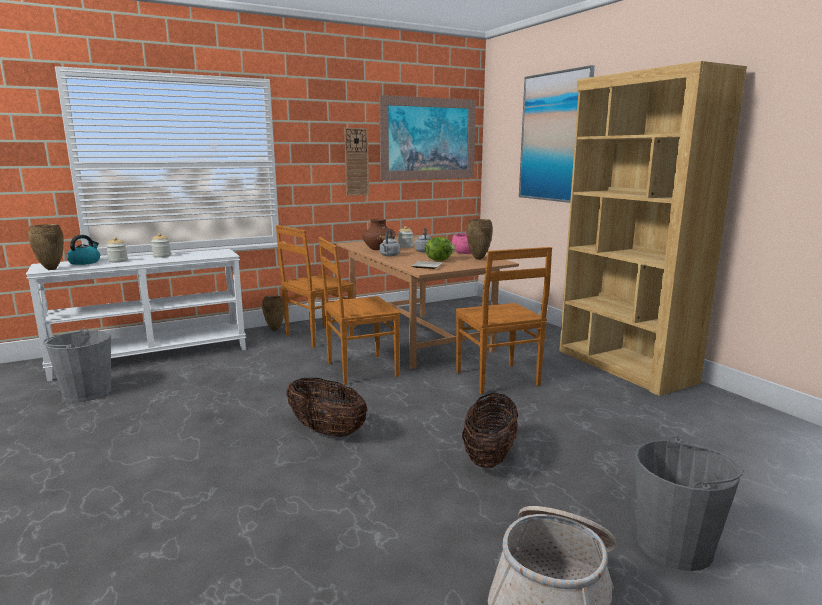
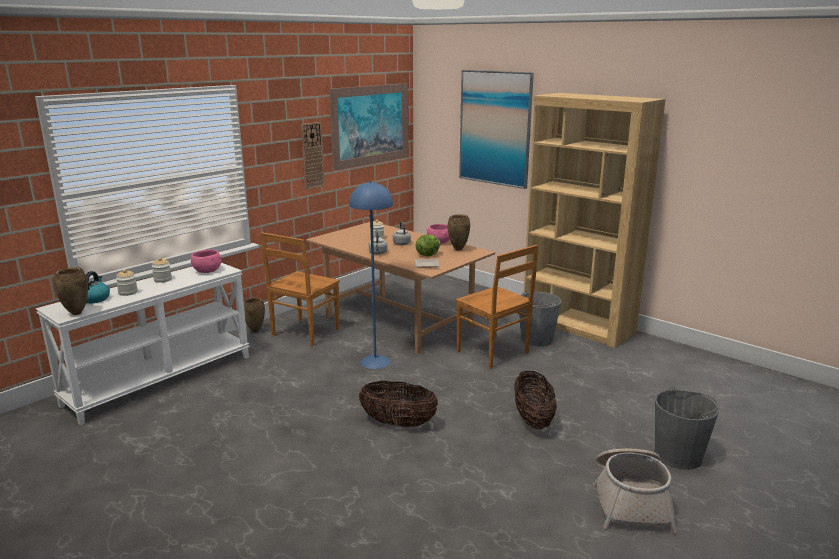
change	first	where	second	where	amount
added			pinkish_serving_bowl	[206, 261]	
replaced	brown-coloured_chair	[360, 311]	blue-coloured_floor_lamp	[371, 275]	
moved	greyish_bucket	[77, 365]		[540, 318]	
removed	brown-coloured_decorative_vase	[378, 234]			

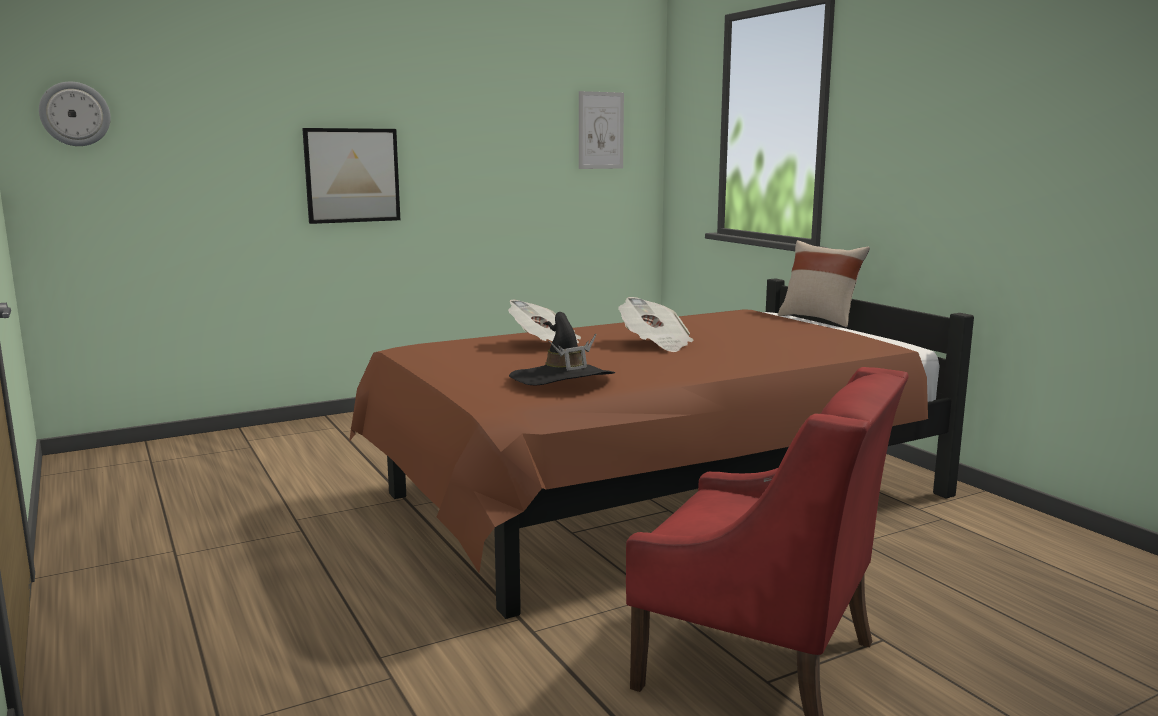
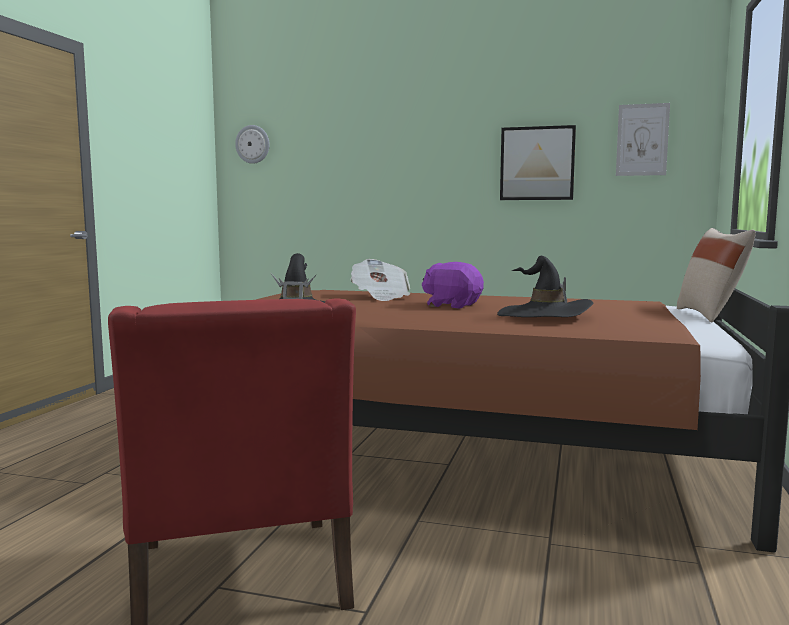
change	first	where	second	where	amount
replaced	daily_paper	[655, 324]	purplish_plush_toy	[453, 285]	
added			black-coloured_clothing_hat	[545, 286]	
moved	wall_art	[351, 176]		[538, 162]	

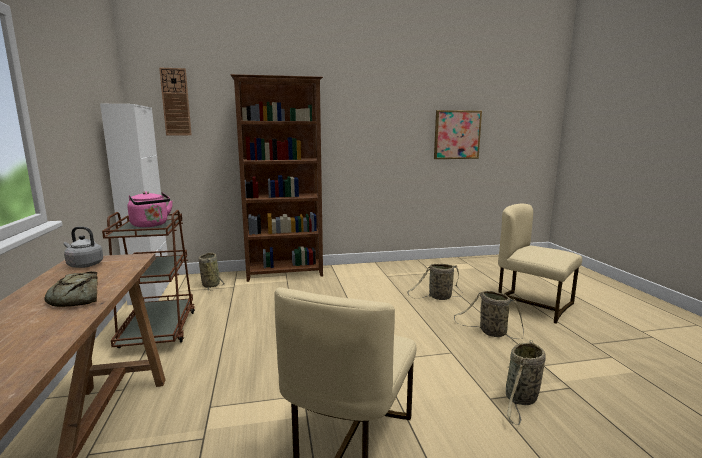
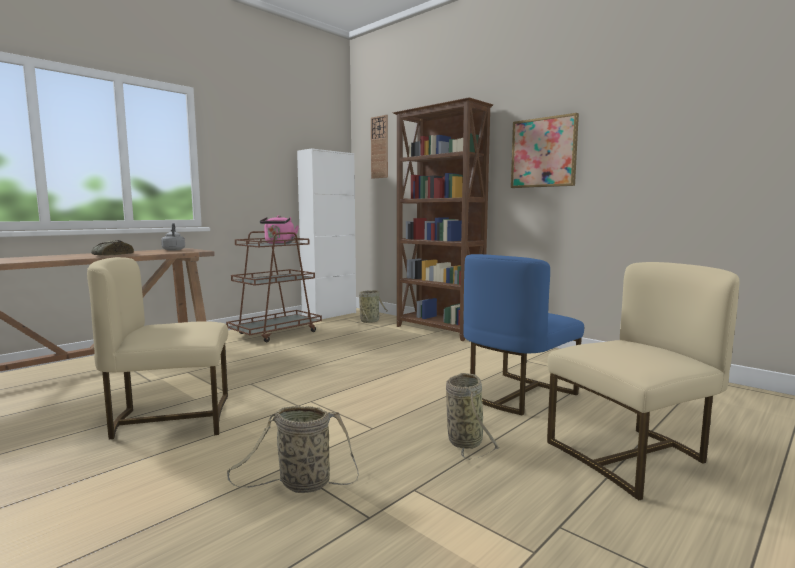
change	first	where	second	where	amount
replaced	basket	[435, 282]	blue-coloured_chair	[523, 335]	
moved	wall_art	[458, 134]		[545, 150]	
turned	beige_chair	[540, 264]		[643, 381]	60 degrees clockwise

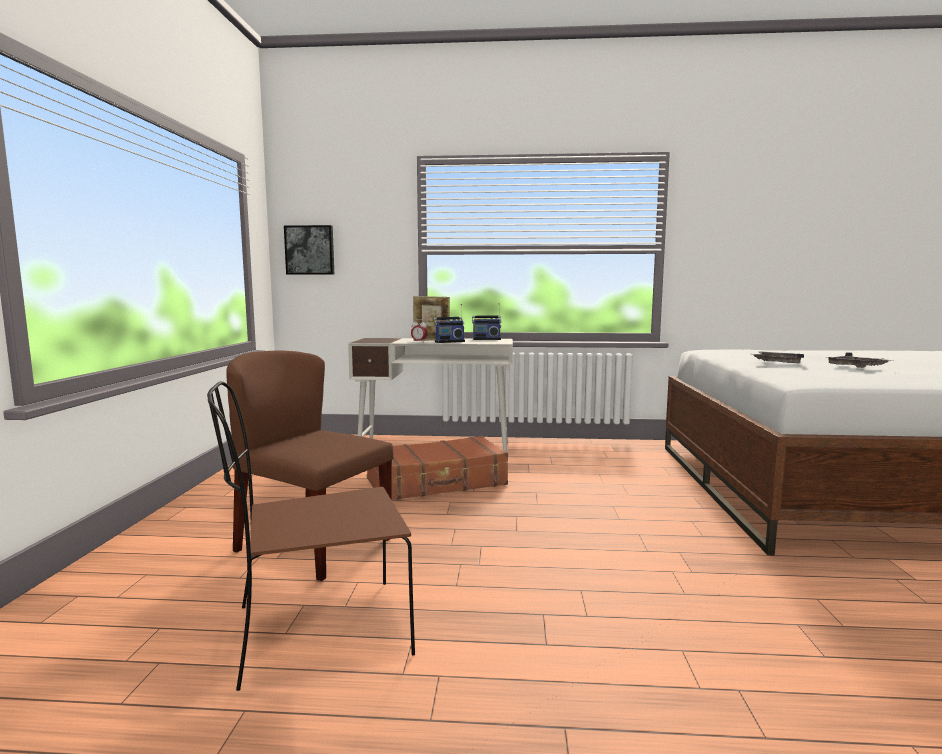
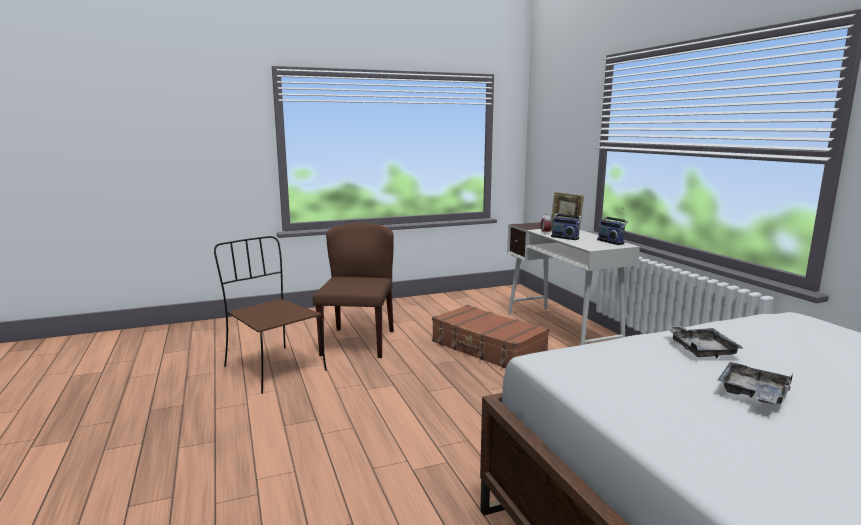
change	first	where	second	where	amount
removed	wall_art	[309, 250]			

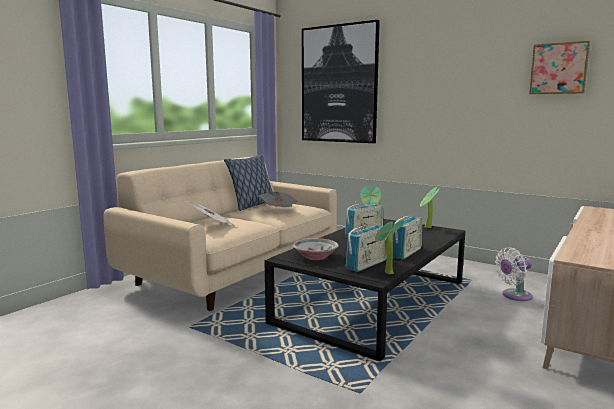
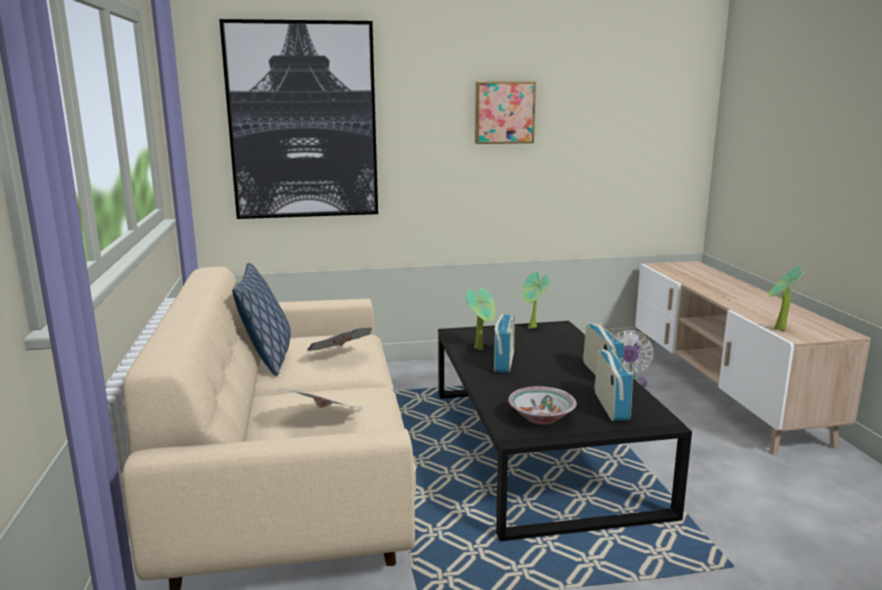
change	first	where	second	where	amount
moved	wall_art	[559, 67]		[505, 112]	
moved	plant_in_a_pot	[389, 247]		[786, 299]	

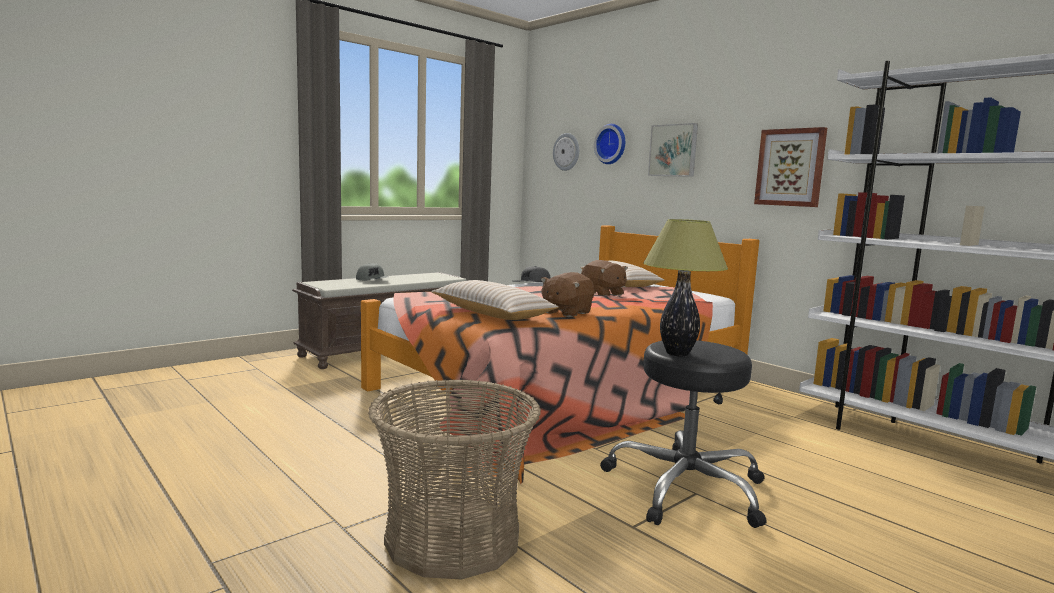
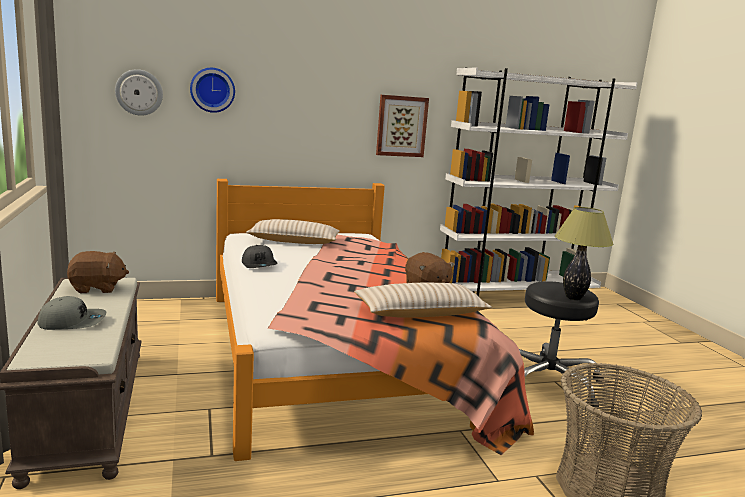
change	first	where	second	where	amount
moved	brown-coloured_plush_toy	[604, 278]		[98, 272]	
removed	wall_art	[673, 150]			

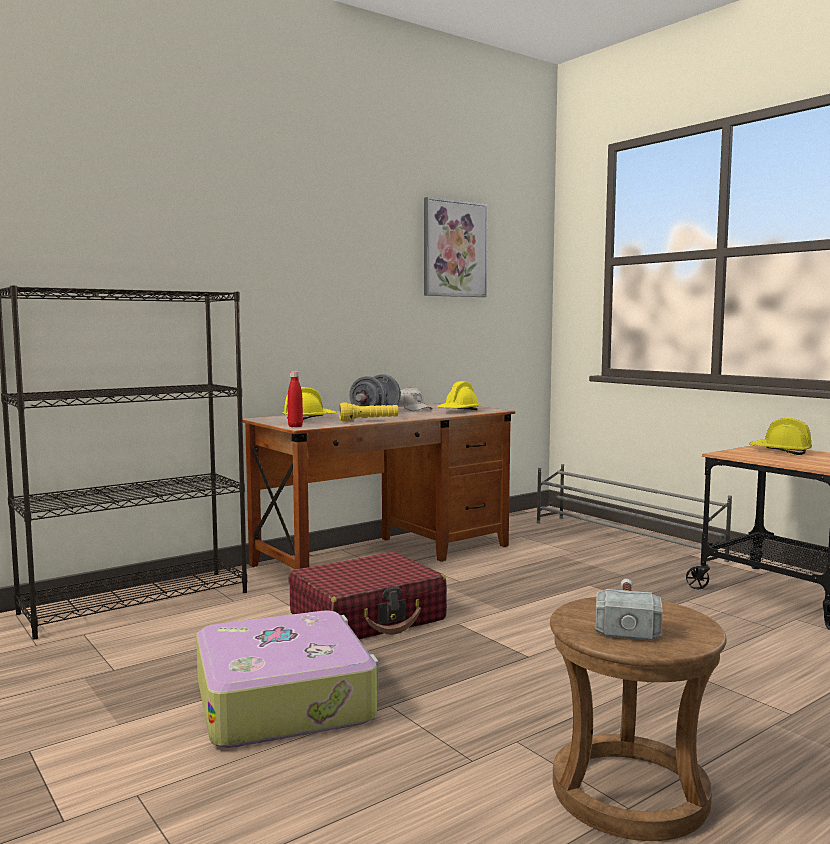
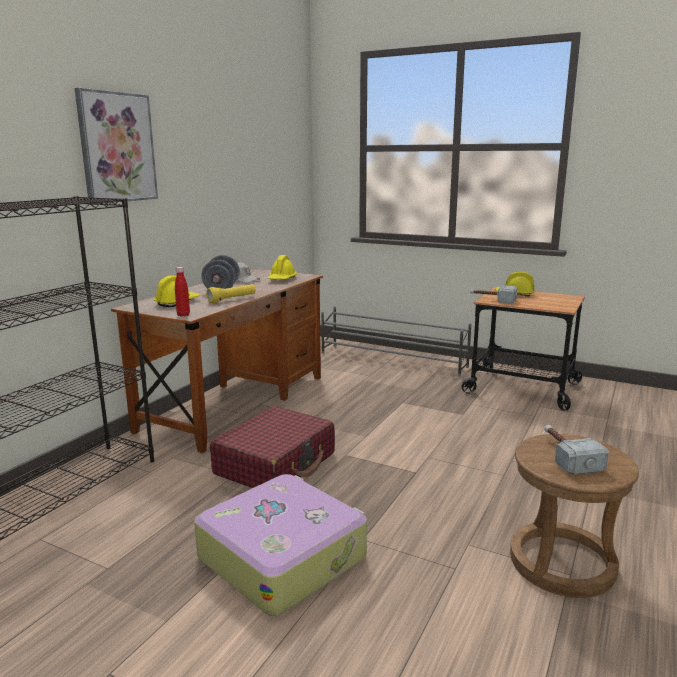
change	first	where	second	where	amount
moved	wall_art	[456, 247]		[116, 146]	
added			tool_hammer	[493, 294]	

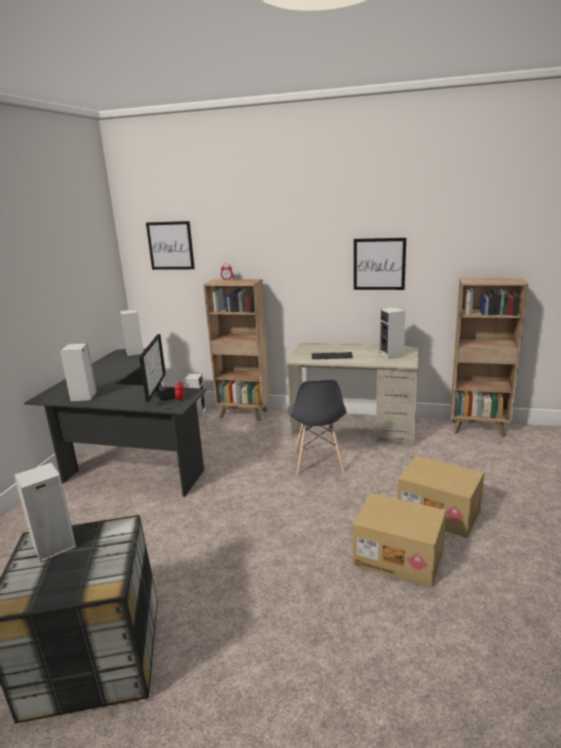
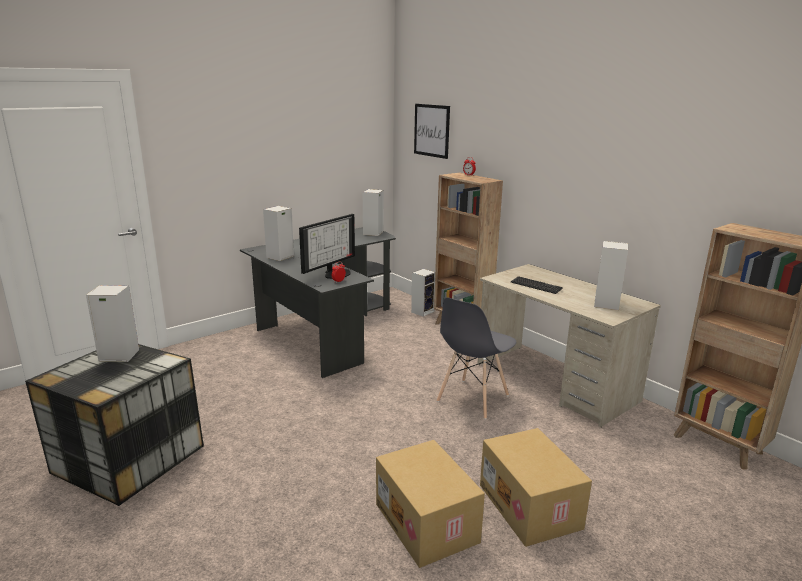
change	first	where	second	where	amount
removed	wall_art	[380, 264]			

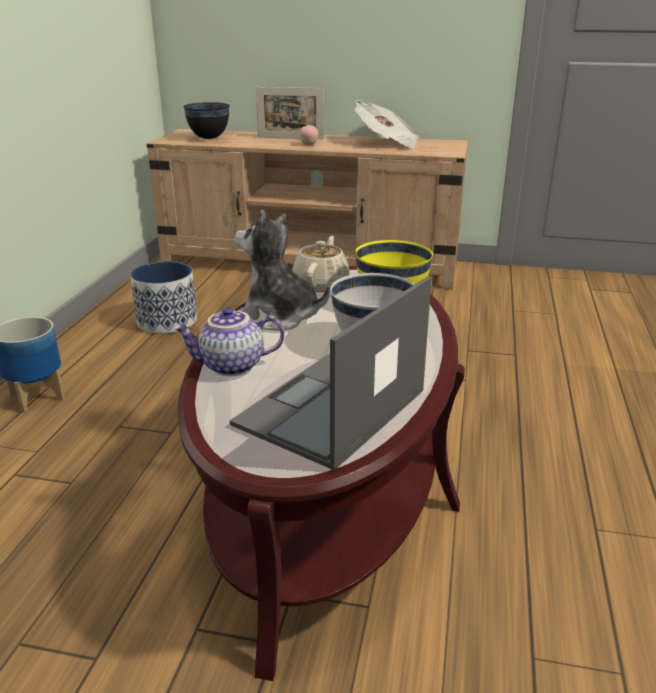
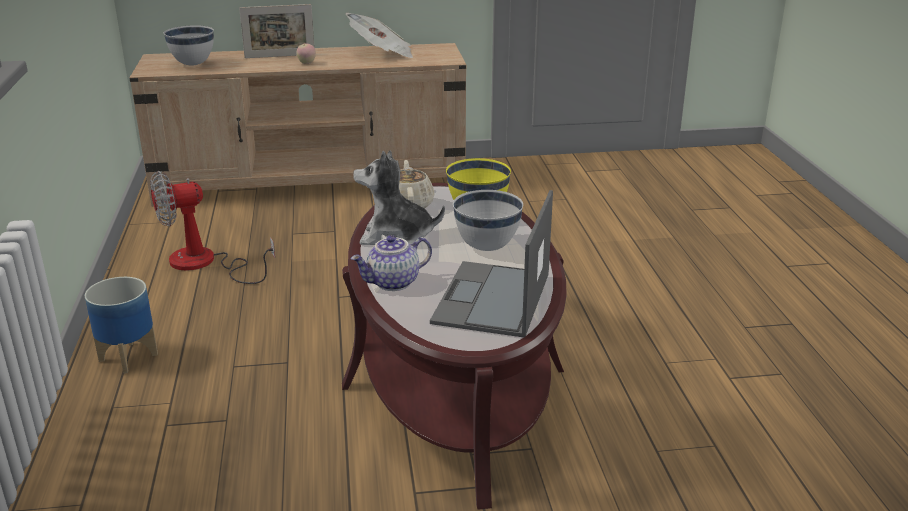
change	first	where	second	where	amount
replaced	flower_pot	[163, 297]	fan	[212, 227]	
recoloured	black-coloured_serving_bowl	[206, 120]	white_serving_bowl	[189, 45]	

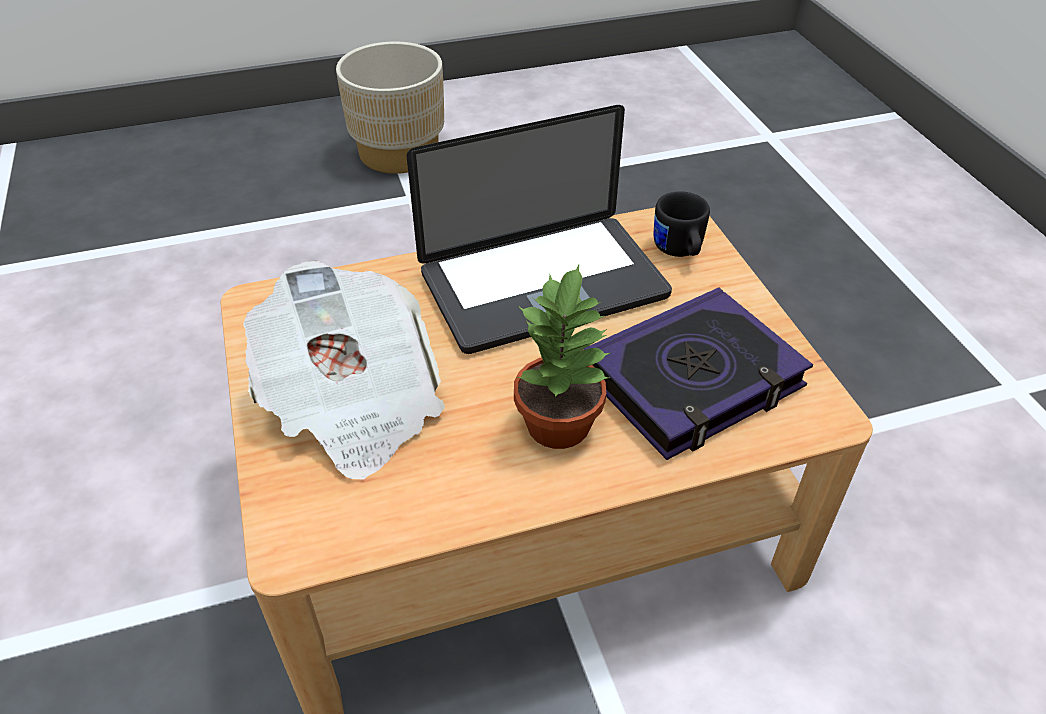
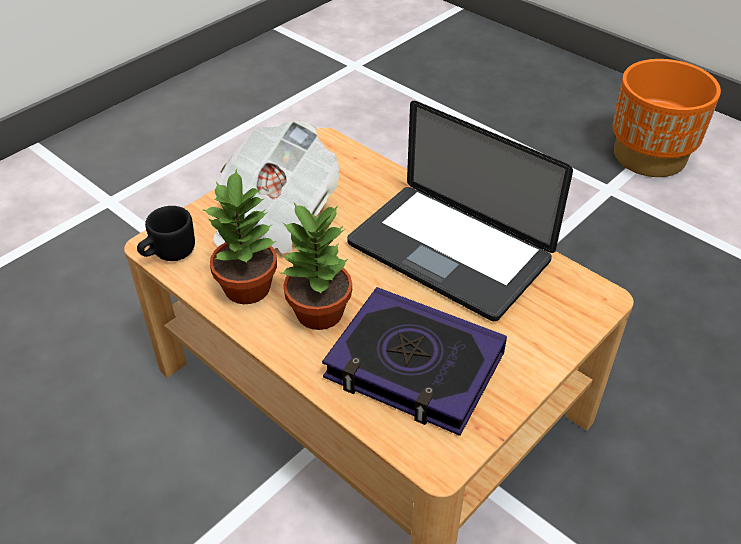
change	first	where	second	where	amount
moved	black-coloured_coffee_mug	[682, 224]		[166, 233]	
added			plant_in_a_pot	[239, 236]	
recoloured	beige_flower_pot	[390, 108]	orangey_flower_pot	[667, 118]	

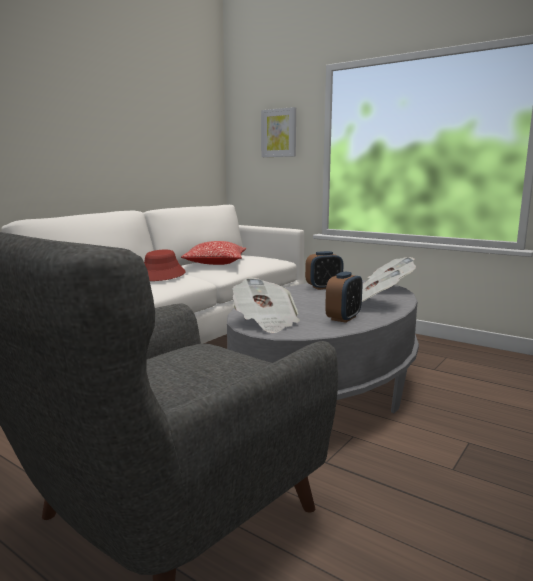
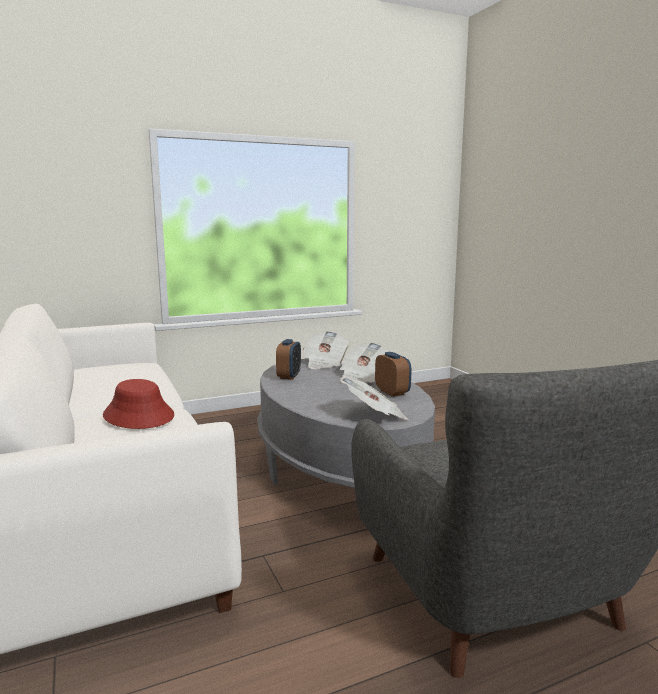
change	first	where	second	where	amount
removed	cushion	[213, 253]			
removed	wall_art	[278, 132]			

